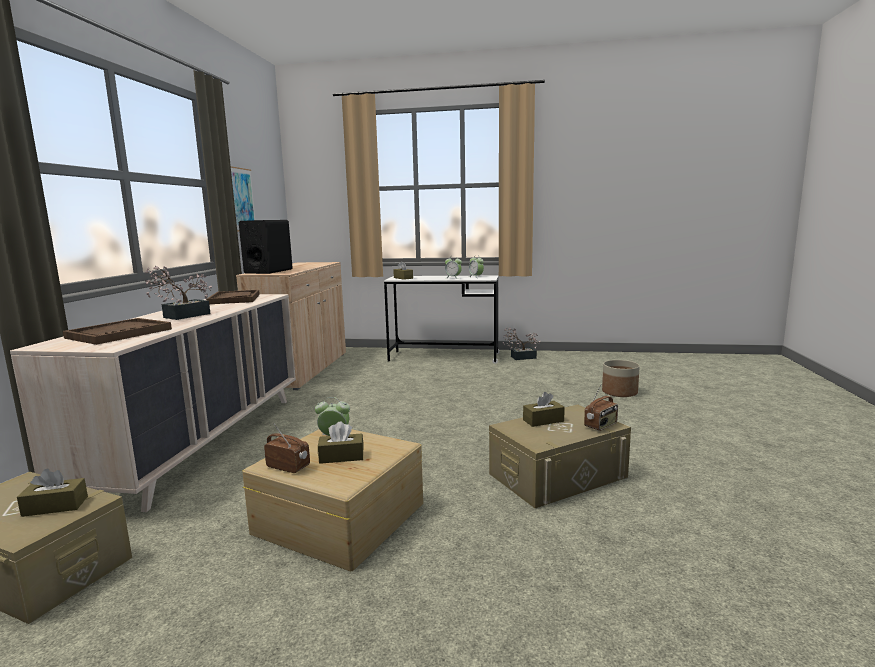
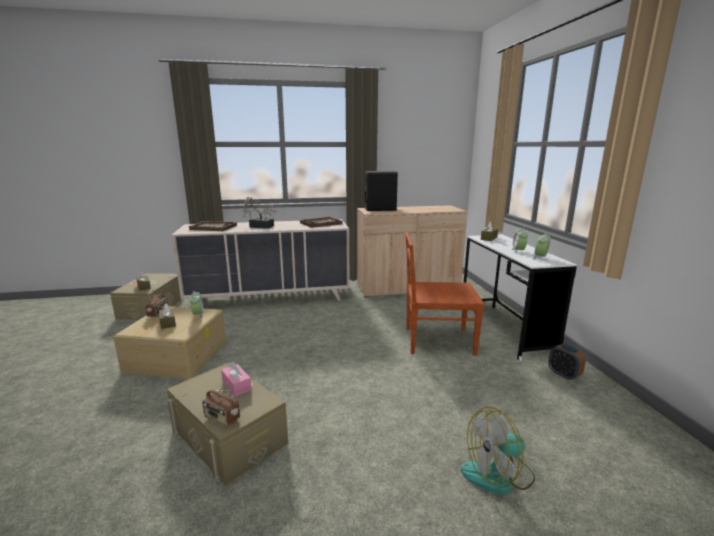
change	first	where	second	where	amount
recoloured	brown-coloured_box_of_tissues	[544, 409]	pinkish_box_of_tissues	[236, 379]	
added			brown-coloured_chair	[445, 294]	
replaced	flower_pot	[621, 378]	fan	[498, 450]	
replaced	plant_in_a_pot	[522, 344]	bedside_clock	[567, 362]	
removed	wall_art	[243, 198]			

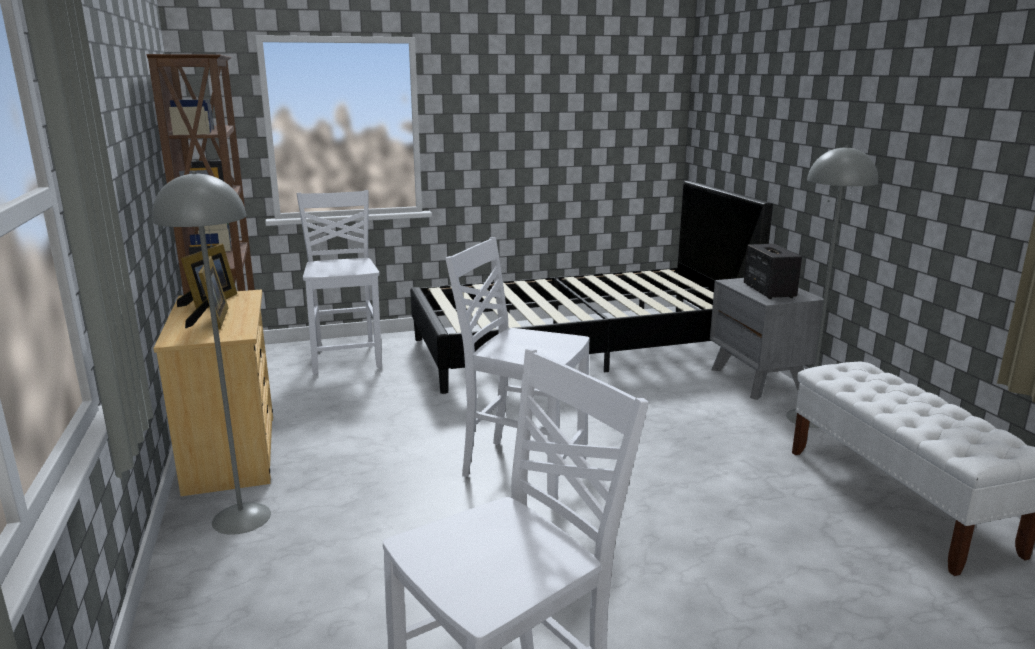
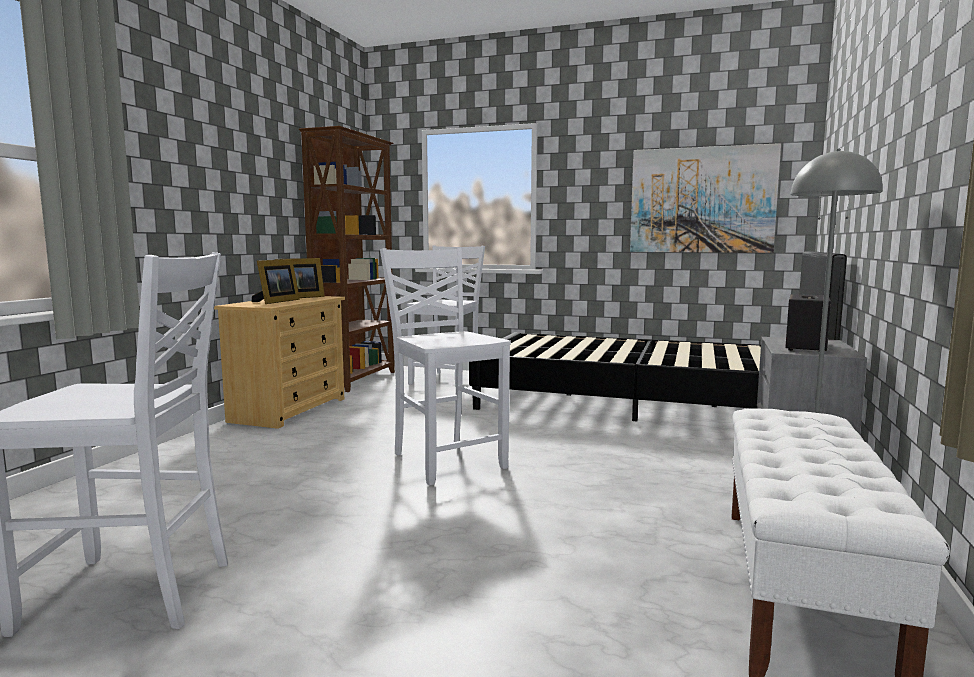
change	first	where	second	where	amount
added			wall_art	[705, 198]	
removed	greyish_floor_lamp	[211, 353]			

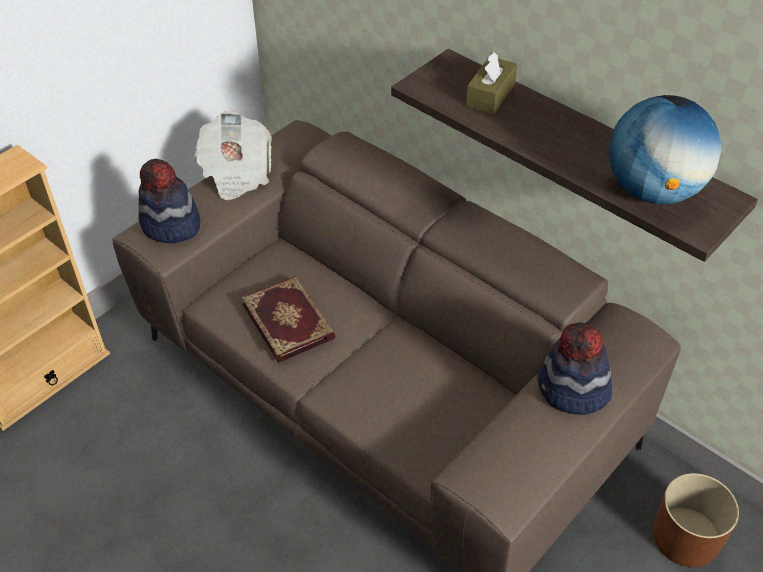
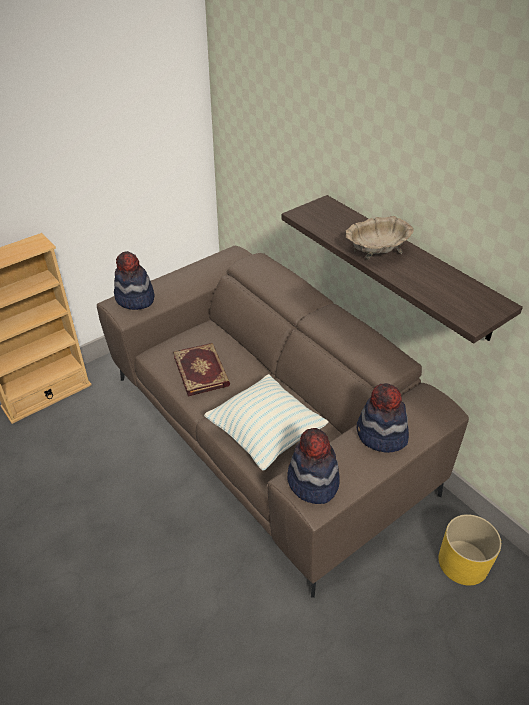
change	first	where	second	where	amount
added			cushion	[266, 422]	
added			clothing_hat	[313, 466]	
added			beige_serving_bowl	[380, 238]	
recoloured	brown-coloured_flower_pot	[695, 520]	yellow_flower_pot	[469, 549]	
removed	daily_paper	[233, 155]			
removed	brown-coloured_box_of_tissues	[491, 83]			
removed	world_globe	[665, 149]			

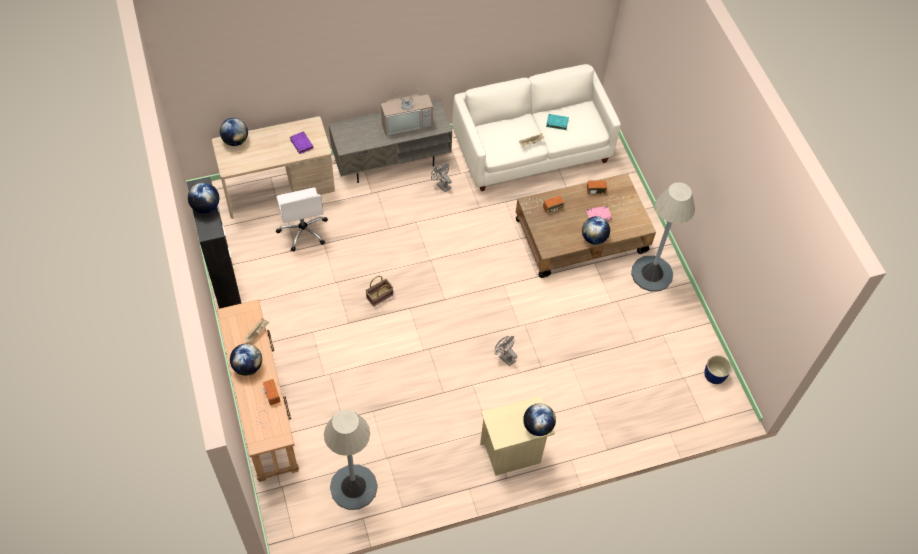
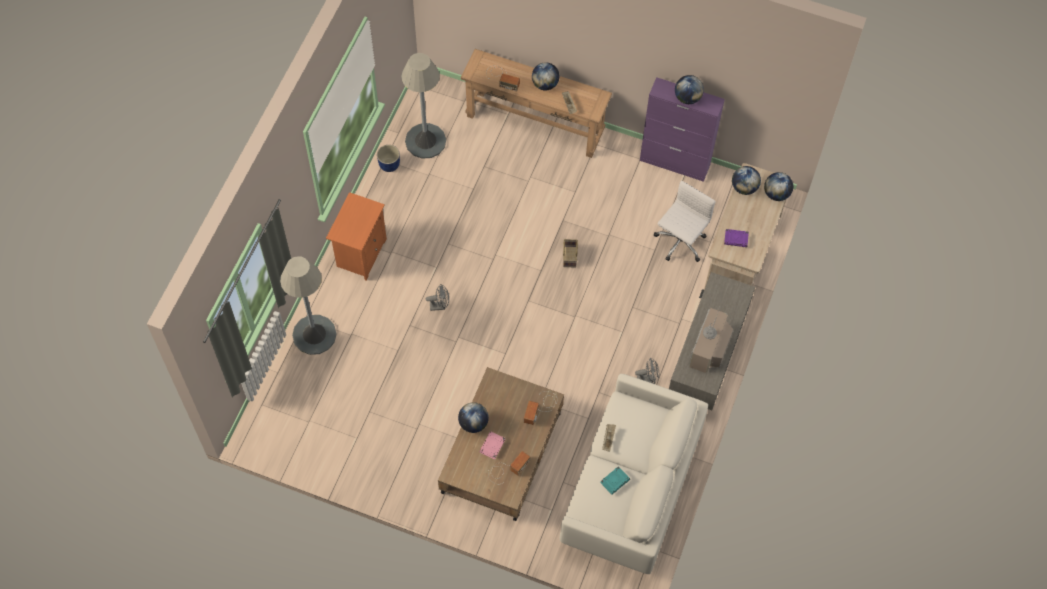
change	first	where	second	where	amount
moved	greyish_floor_lamp	[663, 237]		[308, 305]	
recoloured	beige_nightstand	[517, 436]	orangey_nightstand	[356, 236]	
moved	blue-coloured_flower_pot	[718, 369]		[388, 158]	
recoloured	black-coloured_cabinet	[213, 243]	purplish_cabinet	[682, 129]	
turned	white_desk_chair	[302, 219]		[684, 221]	105 degrees clockwise
moved	world_globe	[539, 419]		[746, 180]	

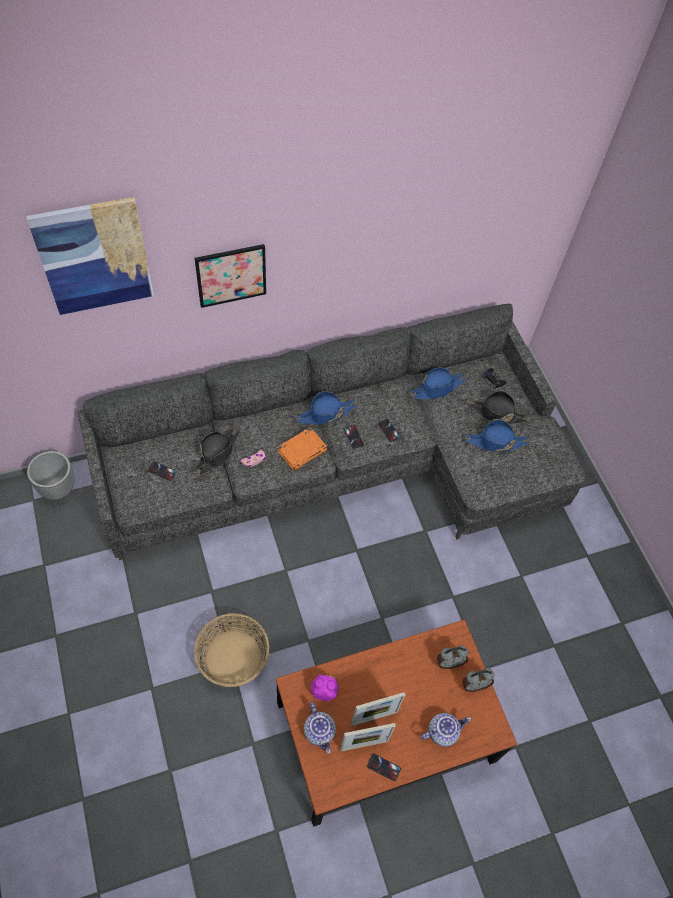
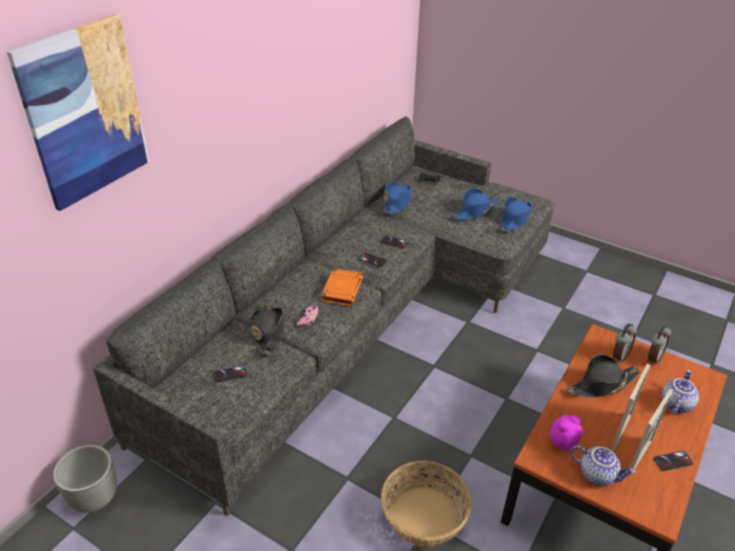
change	first	where	second	where	amount
moved	blue-coloured_clothing_hat	[326, 407]		[516, 214]	
moved	black-coloured_clothing_hat	[498, 407]		[603, 375]	
removed	wall_art	[230, 276]			

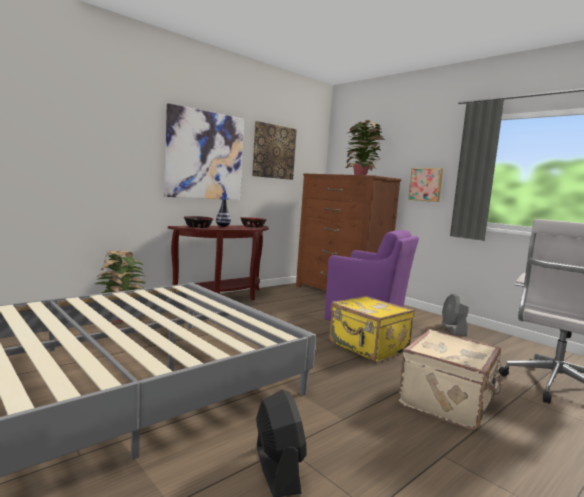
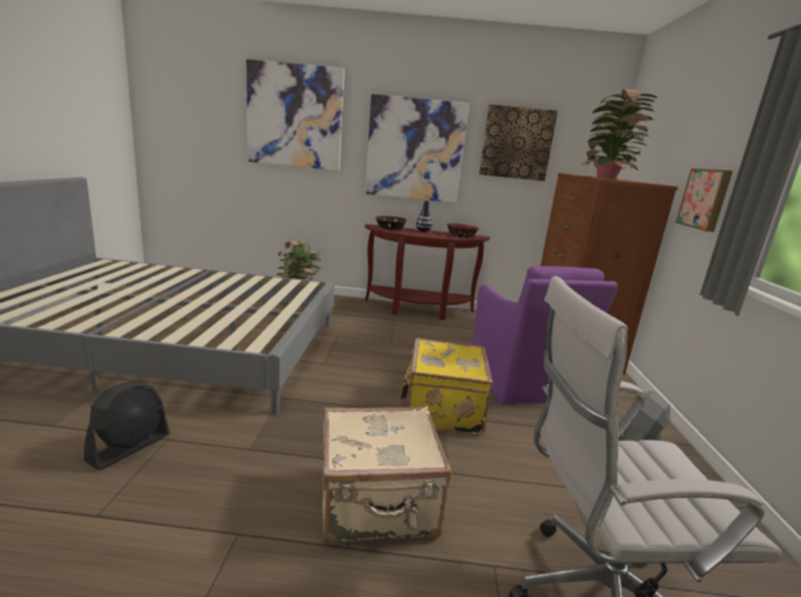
change	first	where	second	where	amount
added			wall_art	[295, 115]	

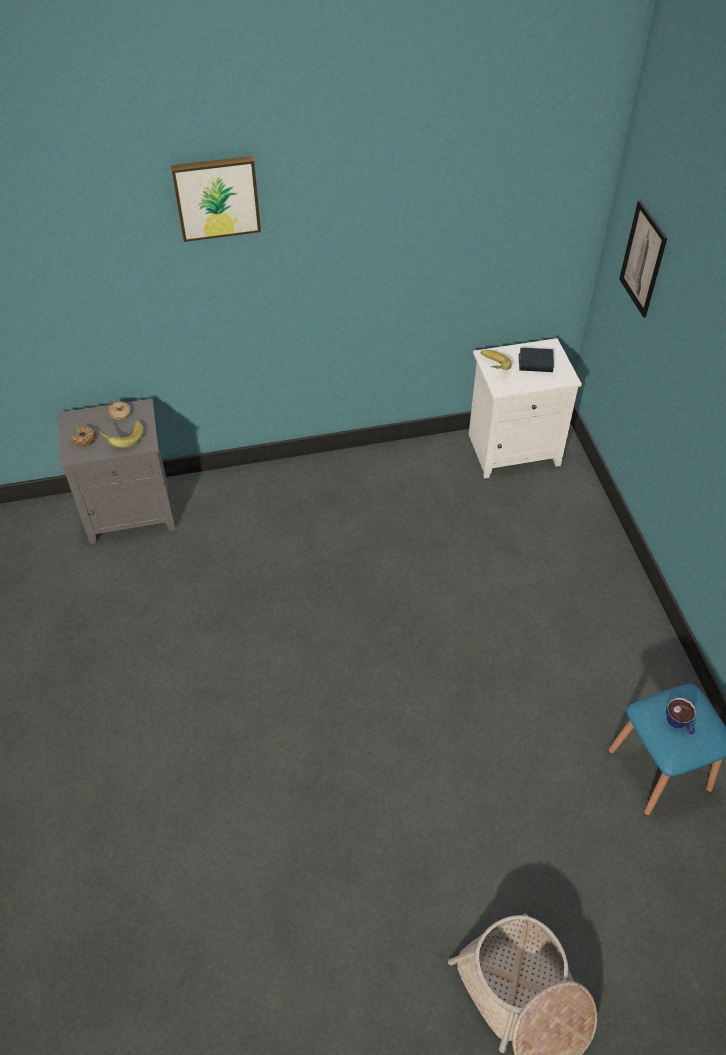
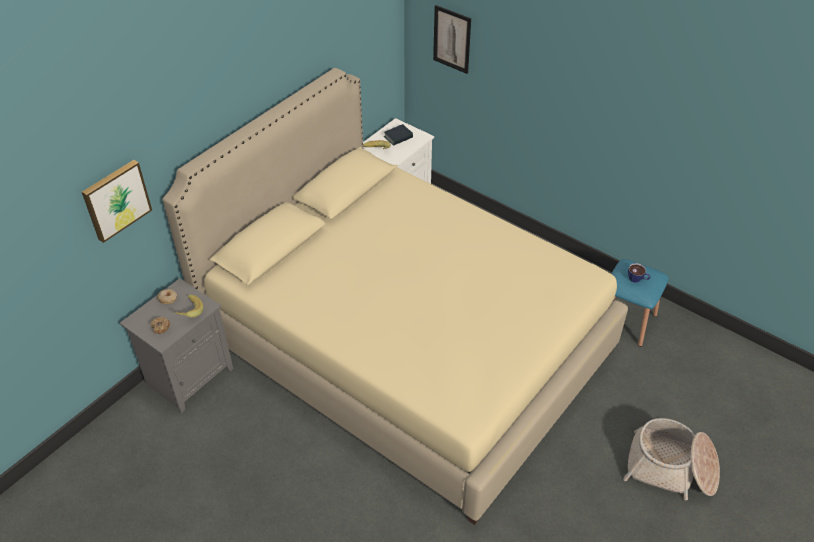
change	first	where	second	where	amount
moved	wall_art	[216, 199]		[117, 201]	
added			beige_bedroom_bed	[395, 296]	

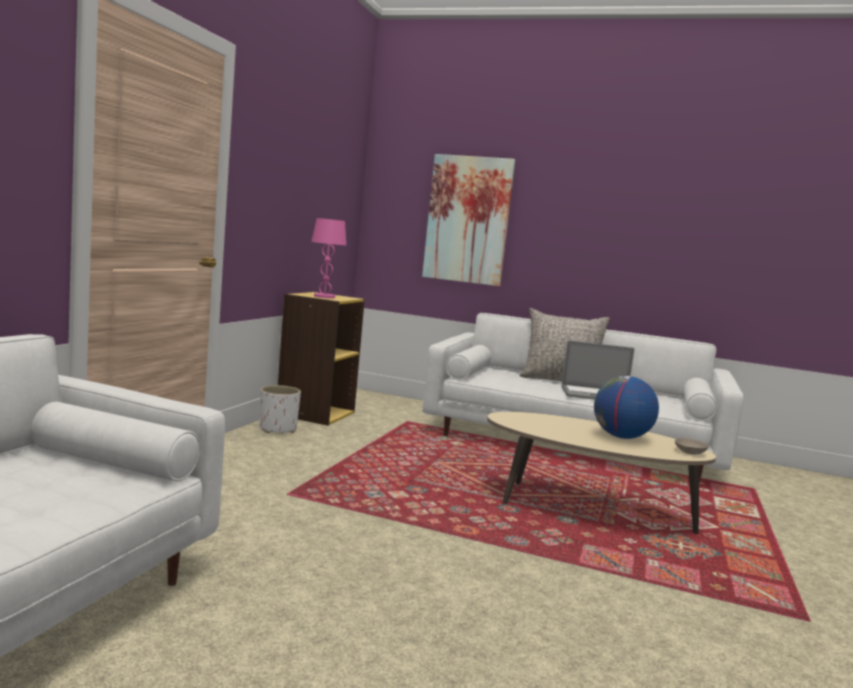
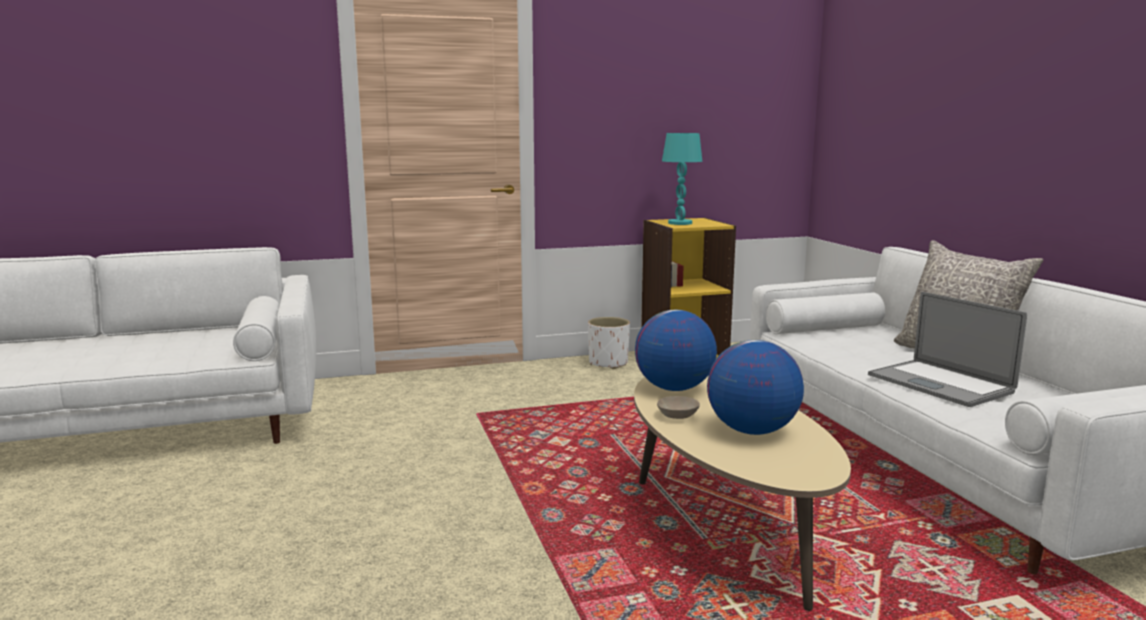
change	first	where	second	where	amount
added			world_globe	[676, 350]	
moved	beige_serving_bowl	[692, 446]		[678, 407]	
recoloured	pinkish_tabletop_lamp	[328, 258]	blue-green_tabletop_lamp	[682, 179]	
removed	wall_art	[468, 220]			

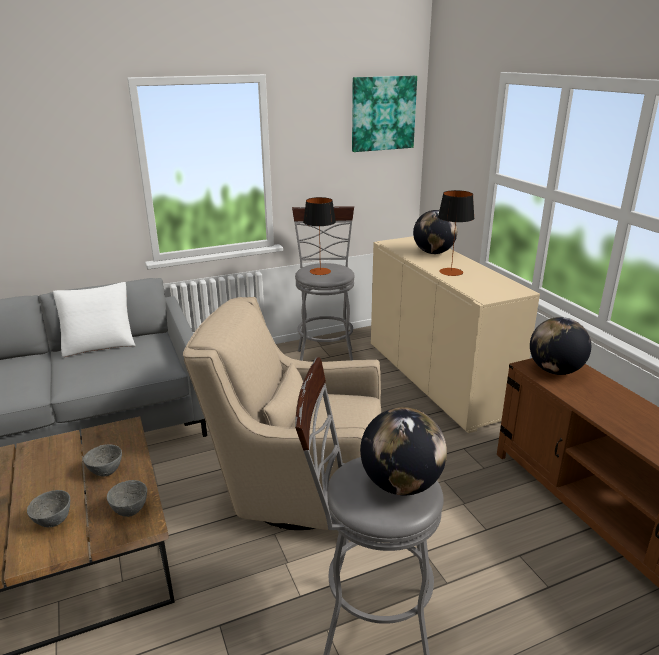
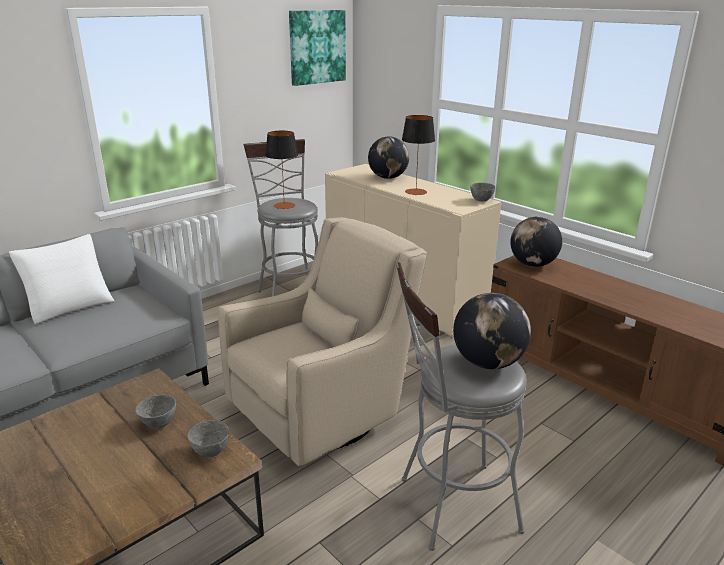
change	first	where	second	where	amount
turned	beige_lounge_chair	[282, 414]		[322, 341]	150 degrees clockwise
moved	greyish_serving_bowl	[48, 508]		[483, 192]	

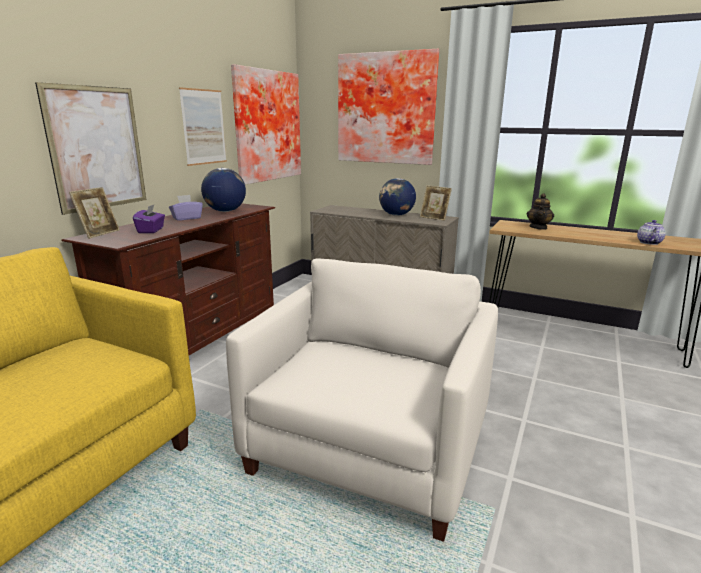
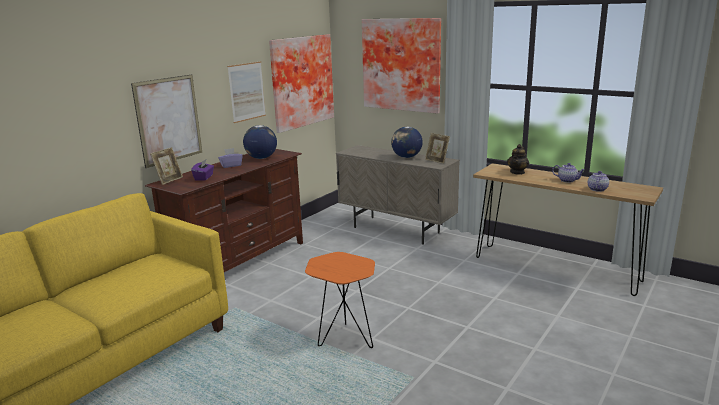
change	first	where	second	where	amount
replaced	white_lounge_chair	[362, 400]	orangey_end_table	[340, 300]	
added			pot_for_tea	[568, 173]	

